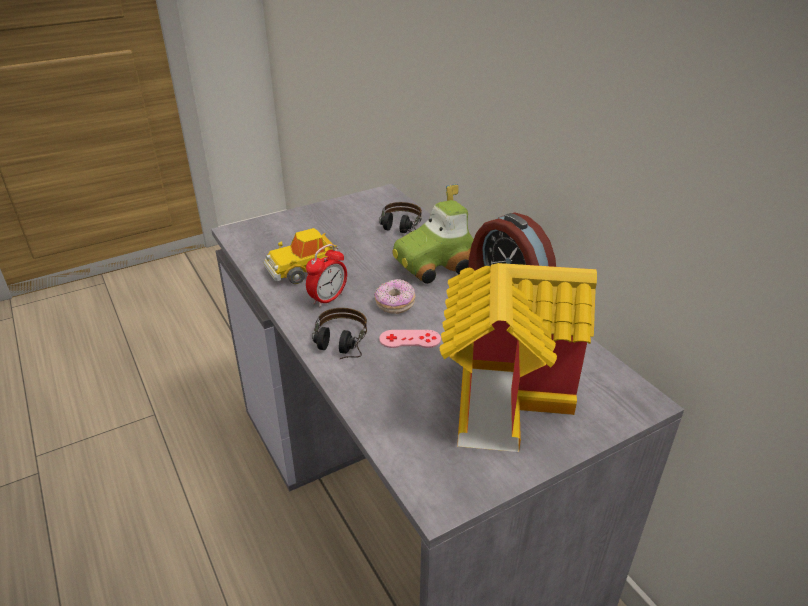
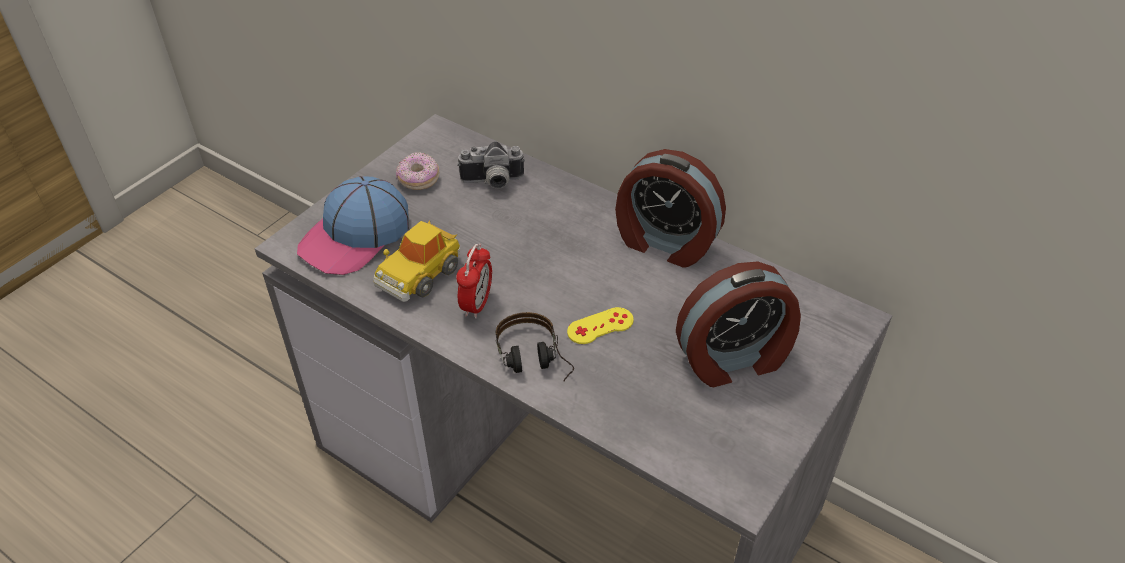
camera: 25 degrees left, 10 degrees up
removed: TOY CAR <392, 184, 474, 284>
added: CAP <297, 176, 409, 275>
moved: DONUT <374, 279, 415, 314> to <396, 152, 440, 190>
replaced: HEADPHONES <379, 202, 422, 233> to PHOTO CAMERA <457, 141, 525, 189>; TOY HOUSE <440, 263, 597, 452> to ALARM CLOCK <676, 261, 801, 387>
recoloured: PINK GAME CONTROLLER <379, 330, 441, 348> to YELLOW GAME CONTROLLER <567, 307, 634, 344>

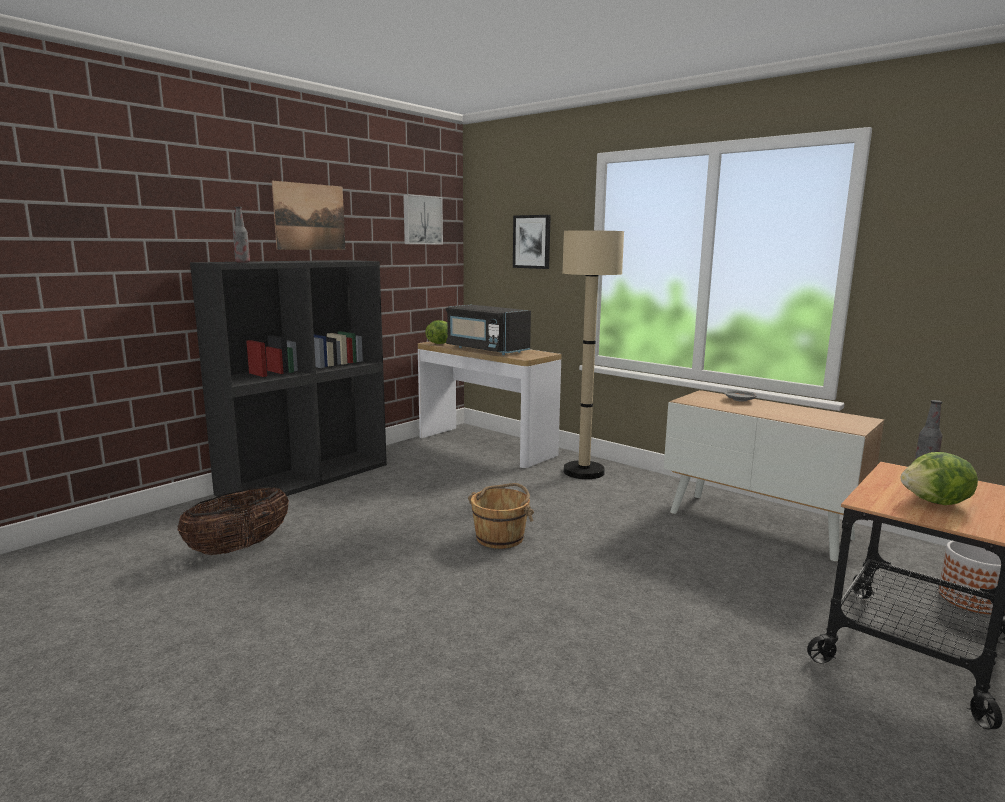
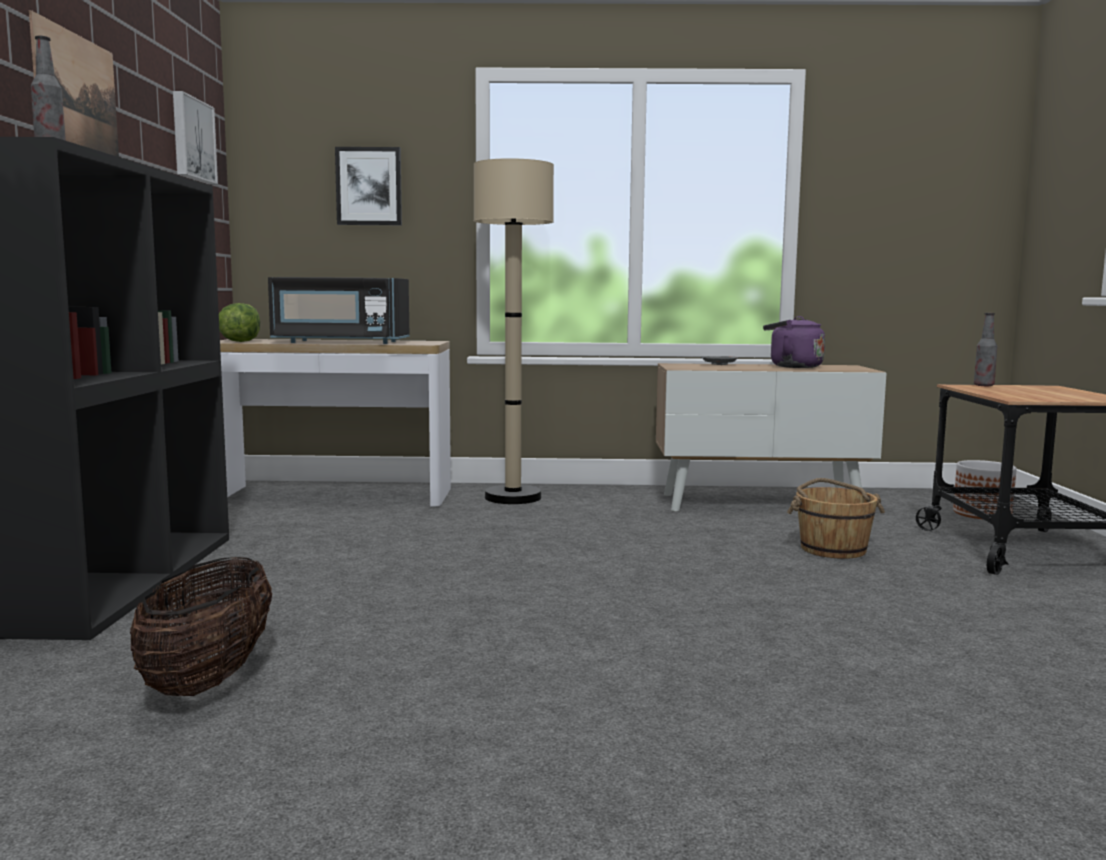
camera: 40 degrees left, 5 degrees down
removed: LETTUCE <900, 452, 978, 505>
added: PURPLE KETTLE <763, 316, 825, 368>
moved: BROWN BUCKET <468, 483, 534, 549> to <787, 478, 885, 559>

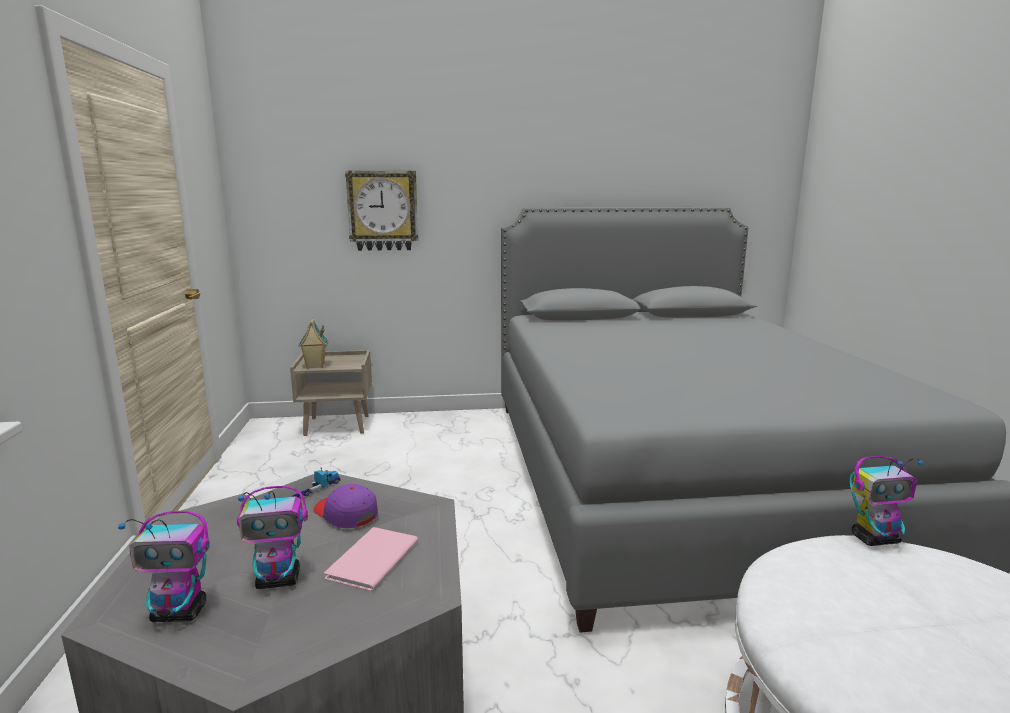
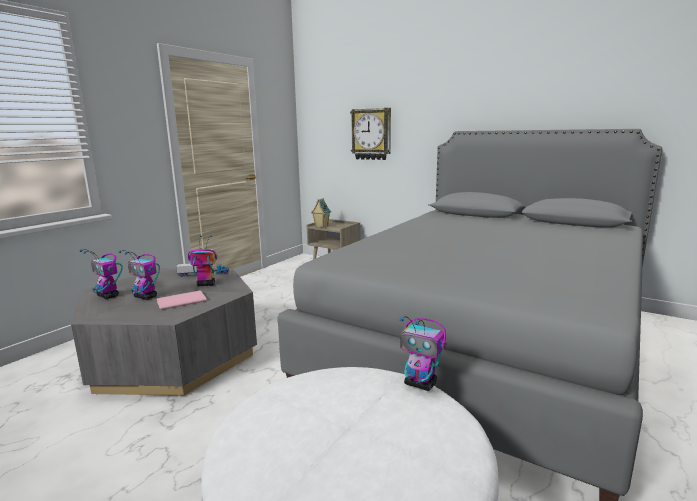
camera: 40 degrees right, 0 degrees up
replaced: PURPLE CAP <314, 484, 378, 528> to TOY ROBOT <188, 235, 217, 286>

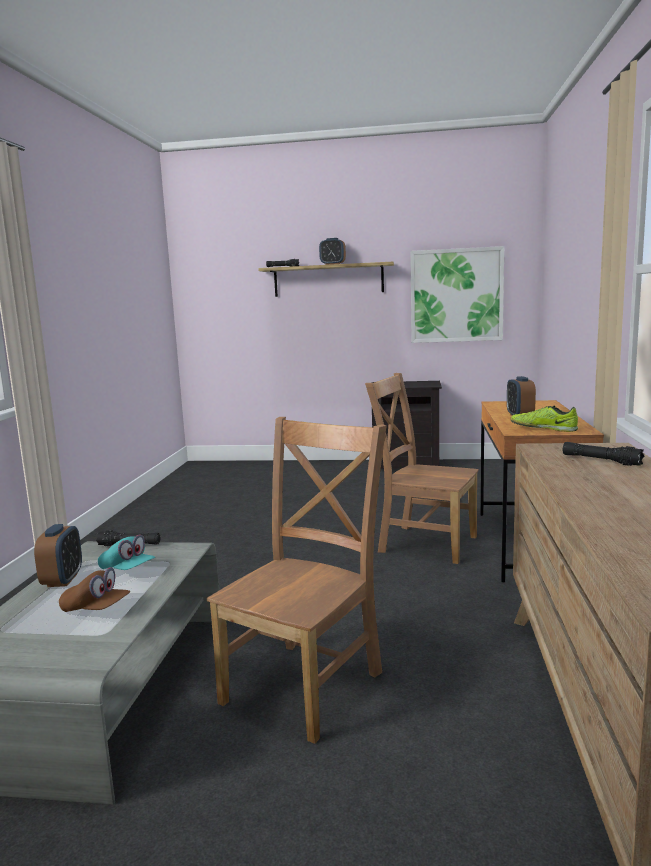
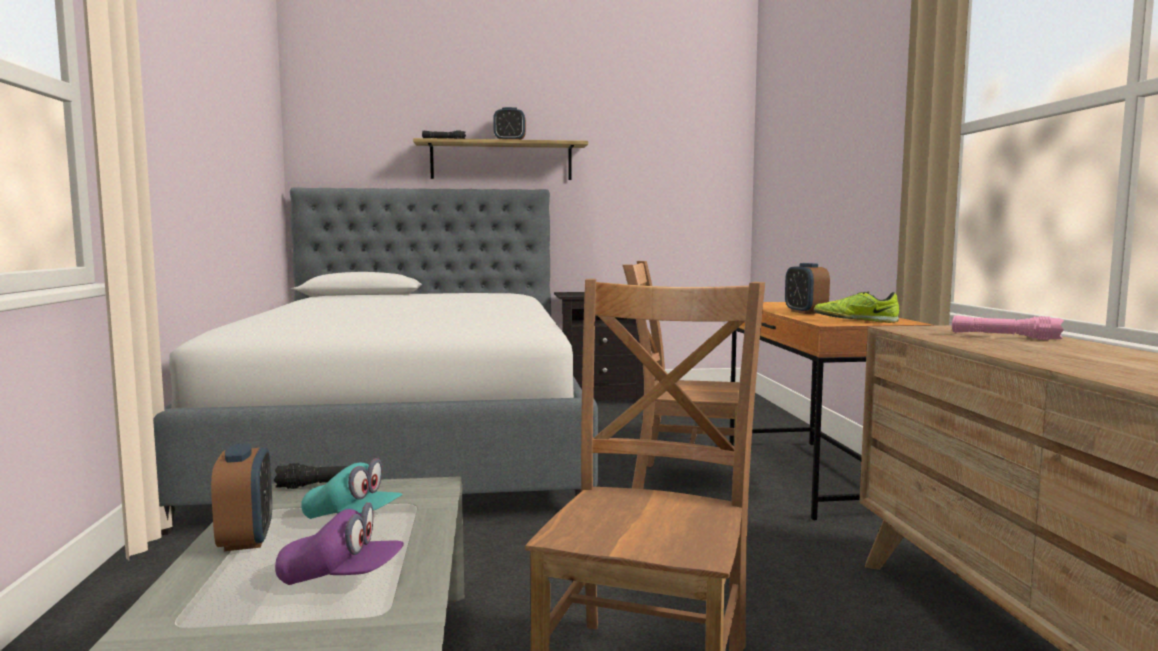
camera: 15 degrees left, 5 degrees down
removed: PICTURE <410, 246, 504, 343>
added: BED <153, 187, 598, 535>
recoloured: BROWN CAP <59, 567, 130, 612> to PURPLE CAP <275, 502, 404, 585>; BLACK FLASHLIGHT <563, 442, 645, 466> to PINK FLASHLIGHT <952, 315, 1064, 340>

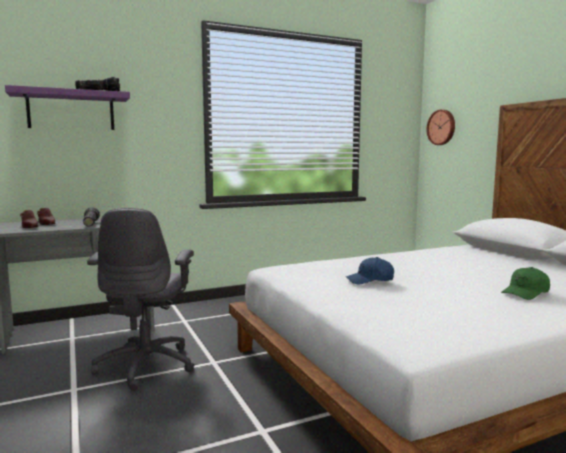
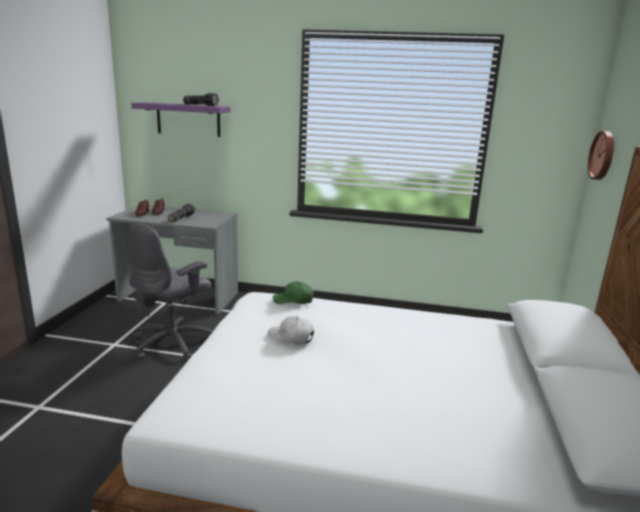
camera: 35 degrees right, 10 degrees up
moved: GREEN CAP <501, 267, 550, 300> to <273, 281, 314, 304>
recoloured: BLUE CAP <346, 257, 394, 284> to WHITE CAP <267, 316, 314, 345>

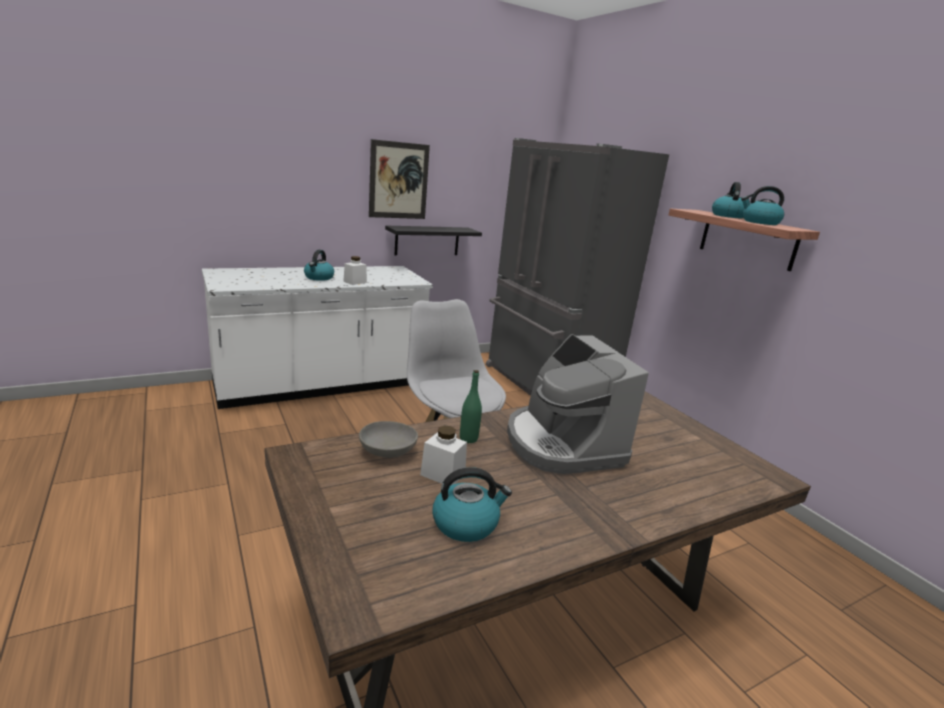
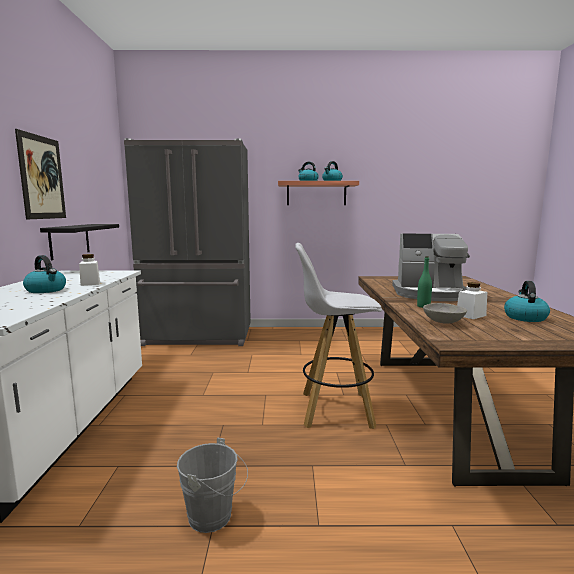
camera: 60 degrees left, 10 degrees down
added: GREY BUCKET <177, 438, 248, 533>

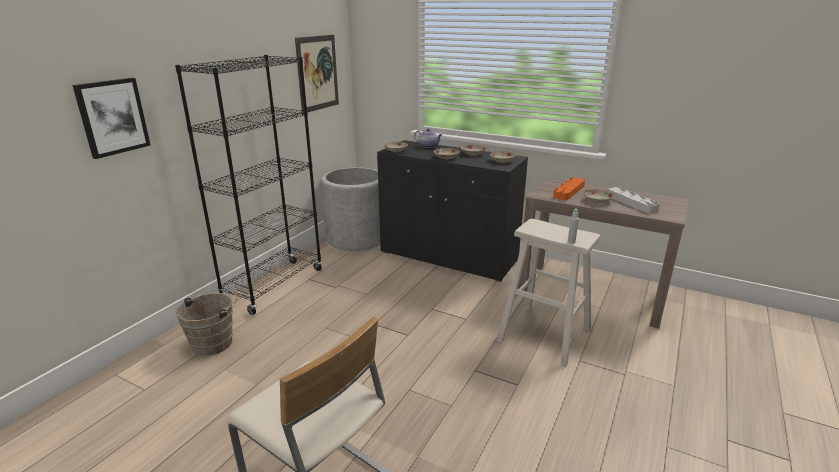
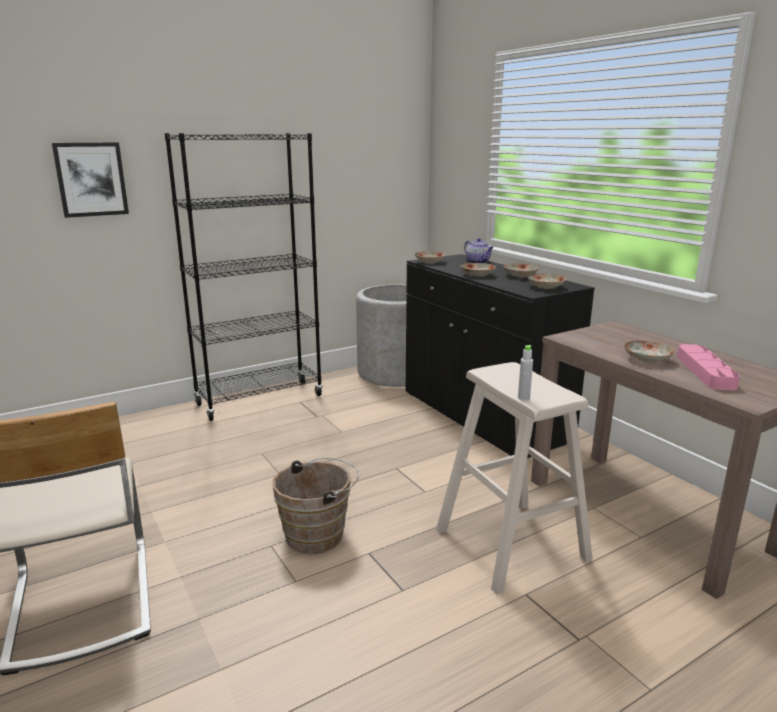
camera: 30 degrees right, 5 degrees down
removed: PICTURE <295, 35, 339, 114>; ORANGE TRAY <553, 177, 585, 200>
moved: BROWN BUCKET <176, 289, 237, 356> to <273, 458, 359, 554>
recoloured: GREY TRAY <608, 187, 660, 213> to PINK TRAY <677, 344, 740, 390>

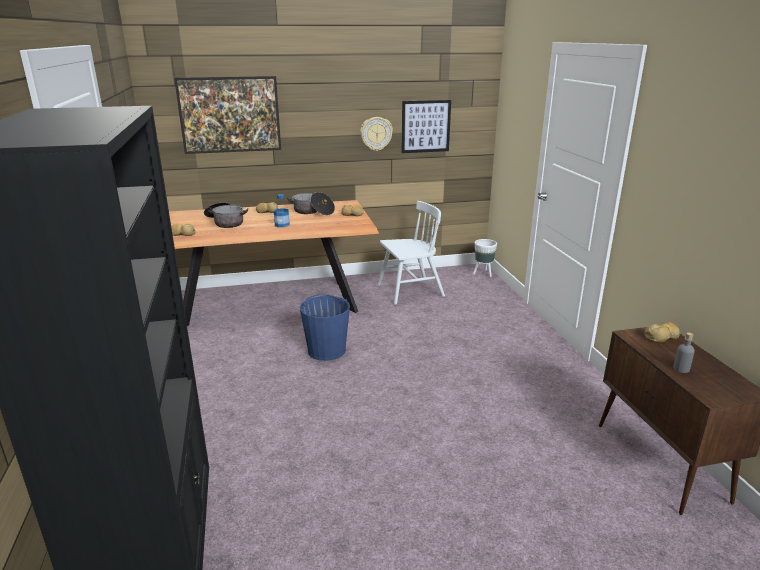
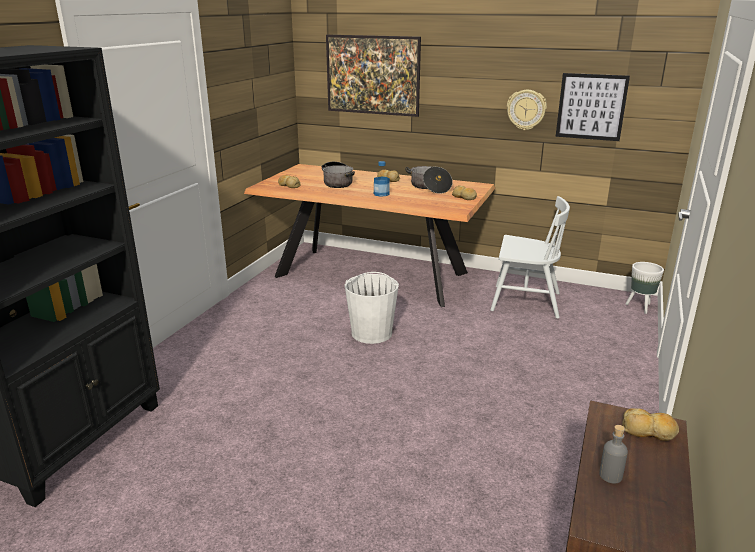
camera: 35 degrees right, 0 degrees up
recoloured: BLUE BUCKET <300, 294, 350, 361> to WHITE BUCKET <345, 272, 399, 344>

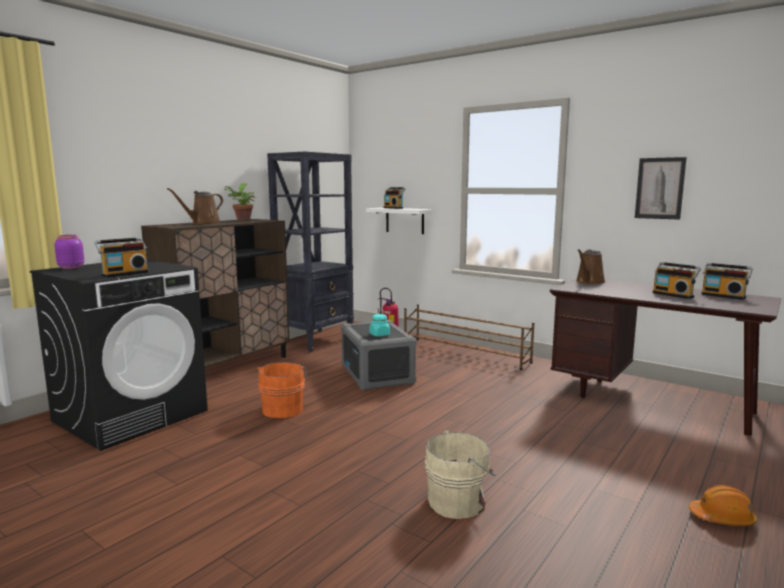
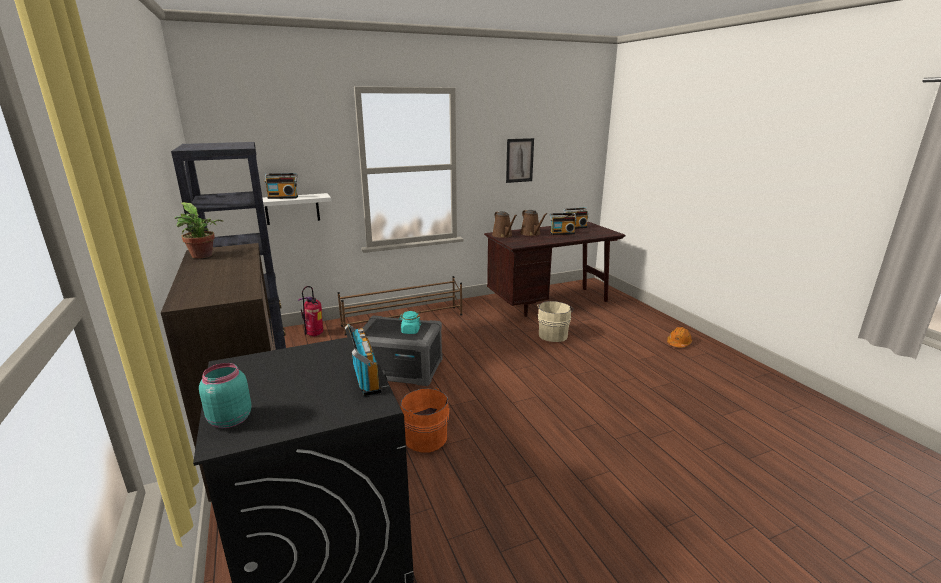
camera: 60 degrees left, 10 degrees up
moved: BROWN WATERING CAN <167, 188, 223, 225> to <520, 210, 548, 236>; BEIGE BUCKET <425, 429, 496, 519> to <537, 301, 573, 342>
recoloured: PURPLE JAR <55, 235, 84, 269> to TURQUOISE JAR <199, 363, 252, 428>

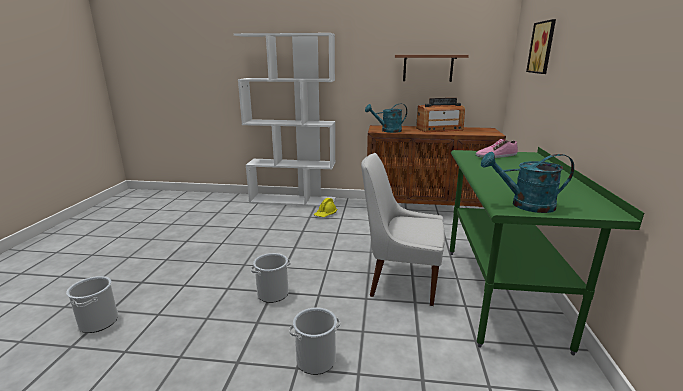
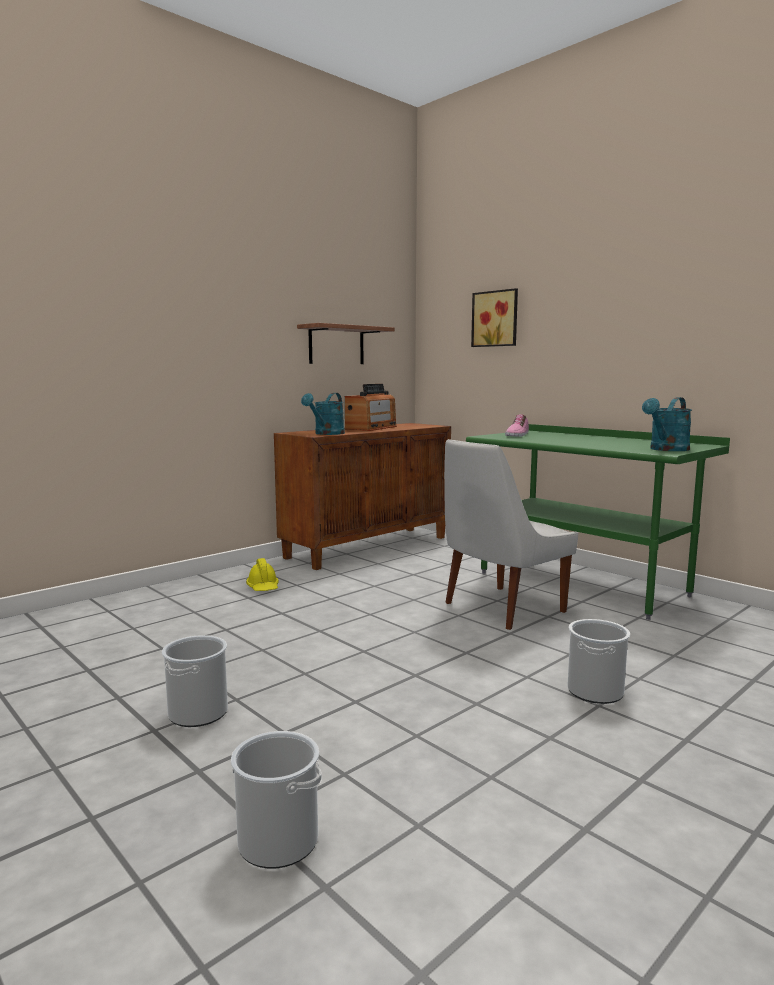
camera: 50 degrees left, 10 degrees down
removed: WHITE BOOKCASE <234, 33, 336, 206>
moved: BUCKET <251, 253, 291, 303> to <162, 635, 228, 727>

